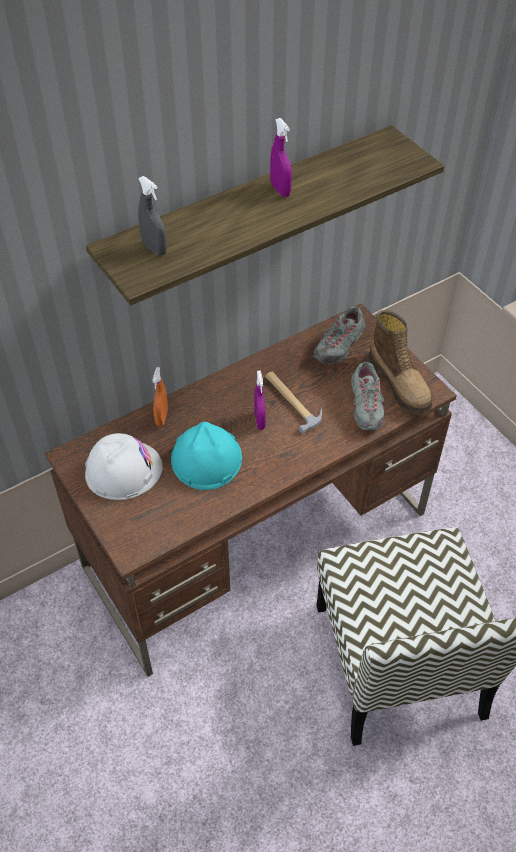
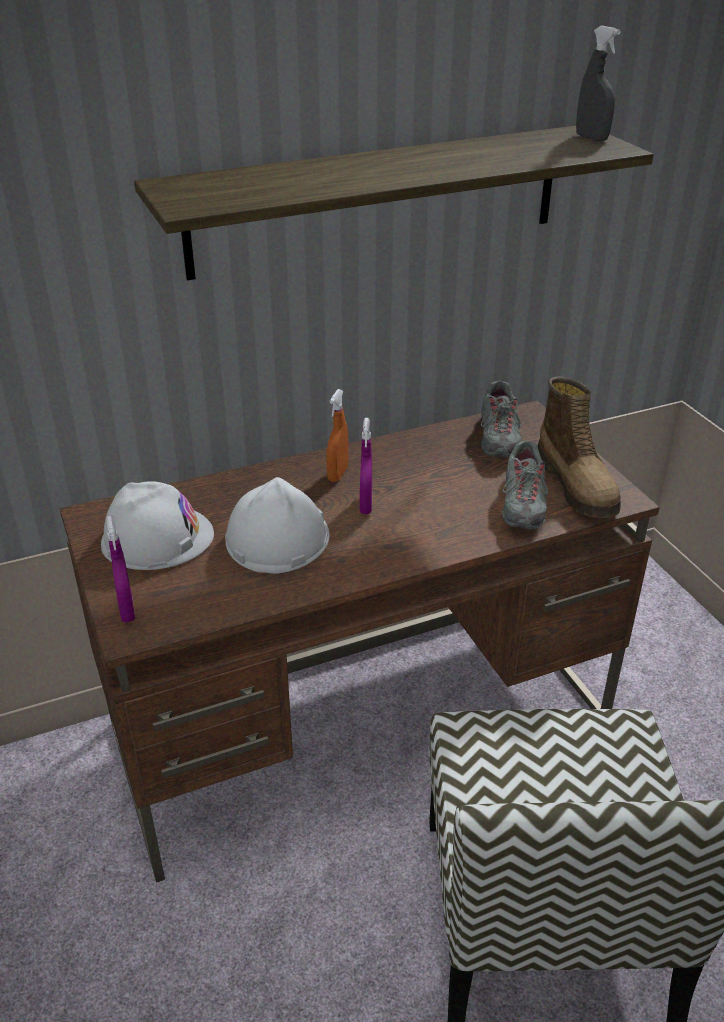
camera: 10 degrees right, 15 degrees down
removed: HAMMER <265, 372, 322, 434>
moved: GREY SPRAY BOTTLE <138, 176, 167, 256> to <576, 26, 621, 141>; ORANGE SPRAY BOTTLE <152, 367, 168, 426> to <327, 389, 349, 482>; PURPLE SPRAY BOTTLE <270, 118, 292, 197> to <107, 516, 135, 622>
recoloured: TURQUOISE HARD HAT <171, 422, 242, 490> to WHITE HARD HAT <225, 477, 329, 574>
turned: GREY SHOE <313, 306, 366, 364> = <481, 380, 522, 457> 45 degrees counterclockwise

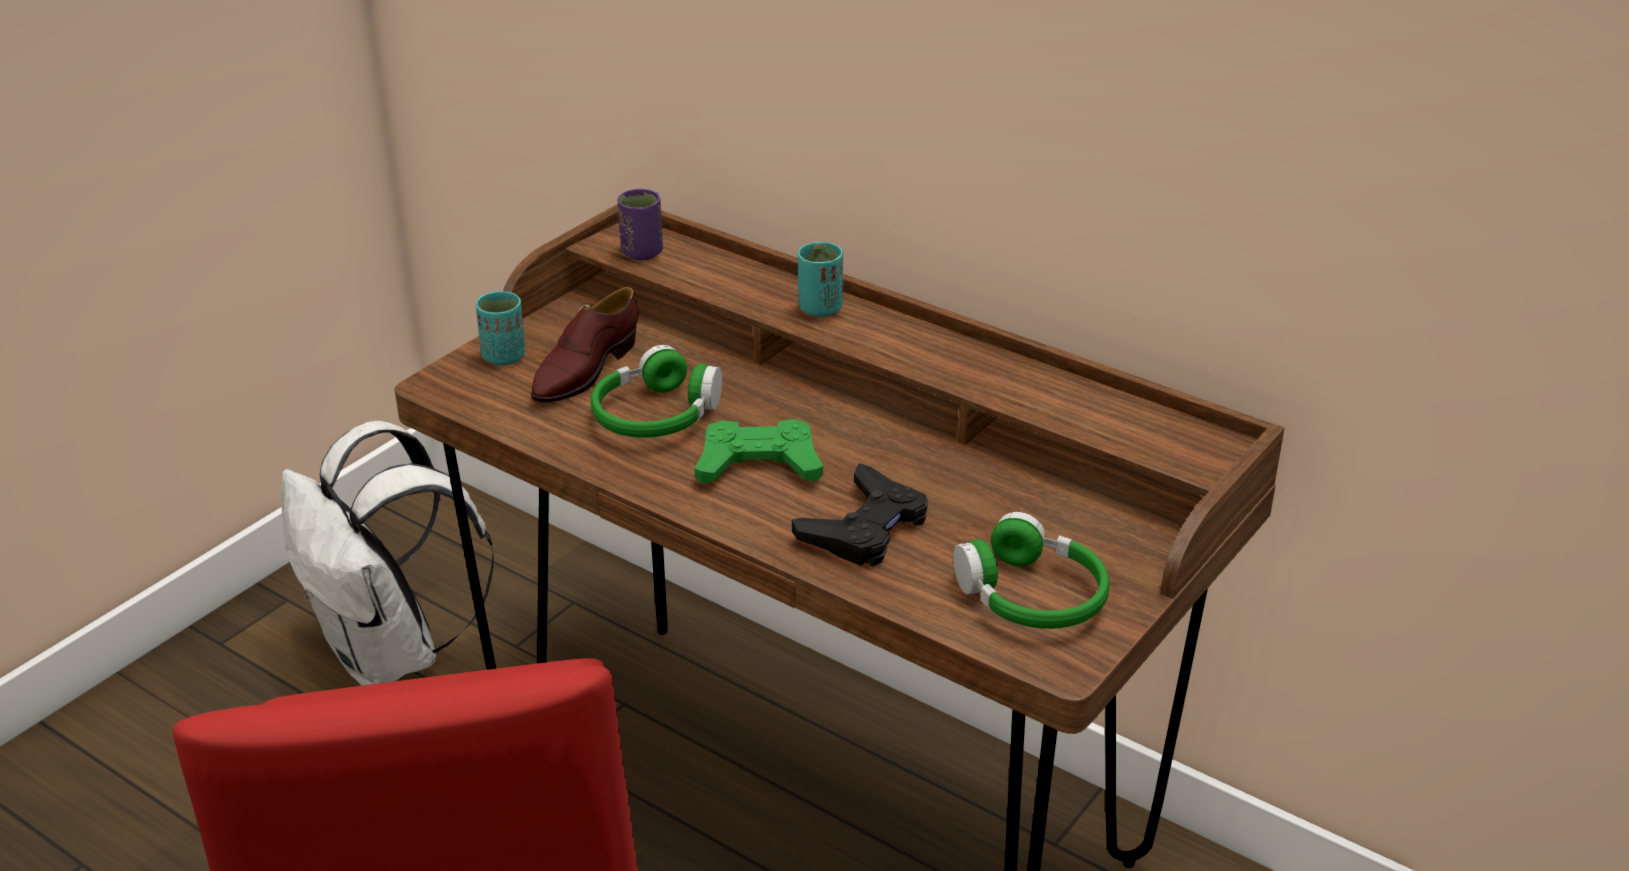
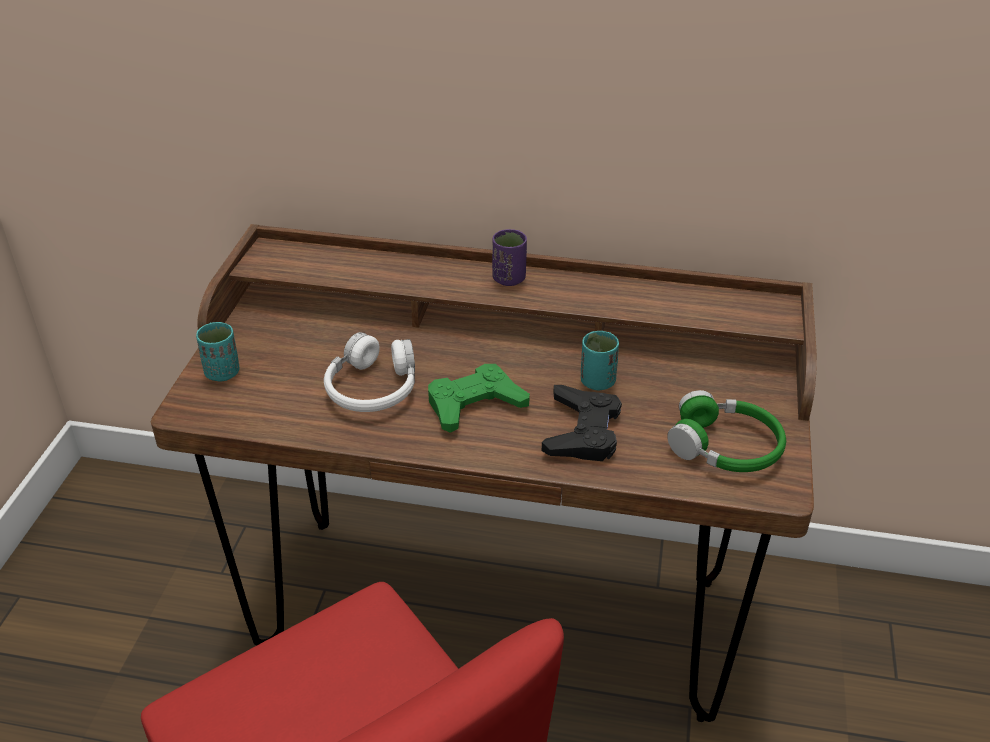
camera: 25 degrees left, 5 degrees up
removed: WHITE BACKPACK <281, 421, 495, 686>; BROWN SHOE <530, 287, 639, 403>
moved: PURPLE CUP <618, 189, 663, 260> to <492, 229, 527, 286>; TURQUOISE CUP <798, 242, 843, 317> to <581, 331, 619, 390>
recoloured: GREEN HEADPHONES <590, 345, 722, 438> to WHITE HEADPHONES <324, 332, 415, 412>

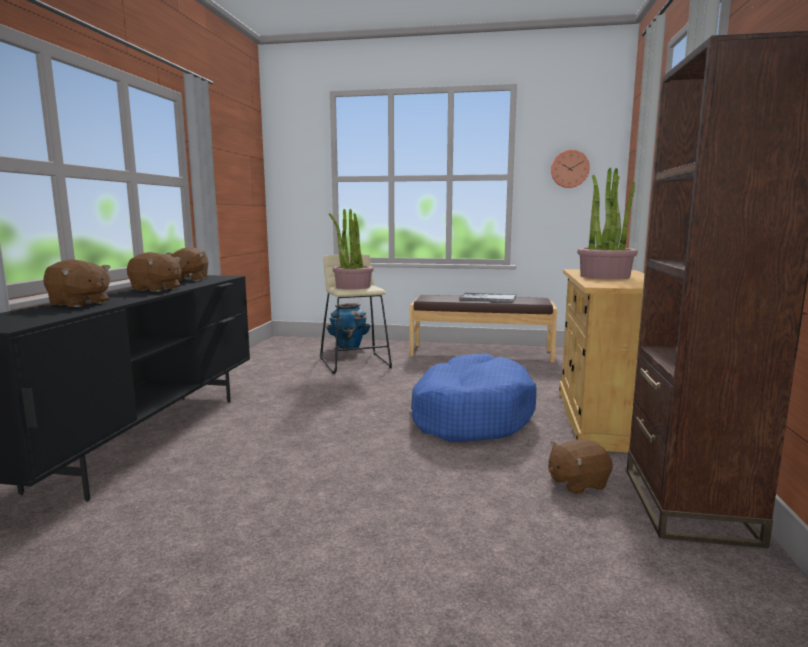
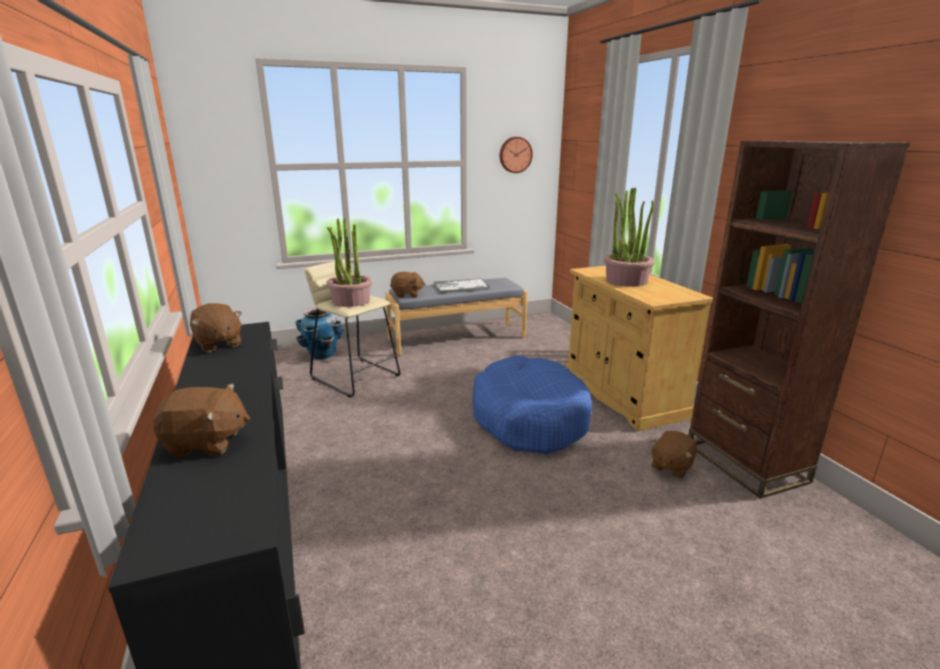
camera: 30 degrees left, 10 degrees up
moved: BROWN PLUSH TOY <127, 252, 181, 292> to <390, 272, 425, 298>
recoloured: BROWN BENCH <410, 295, 557, 362> to GREY BENCH <385, 278, 528, 355>

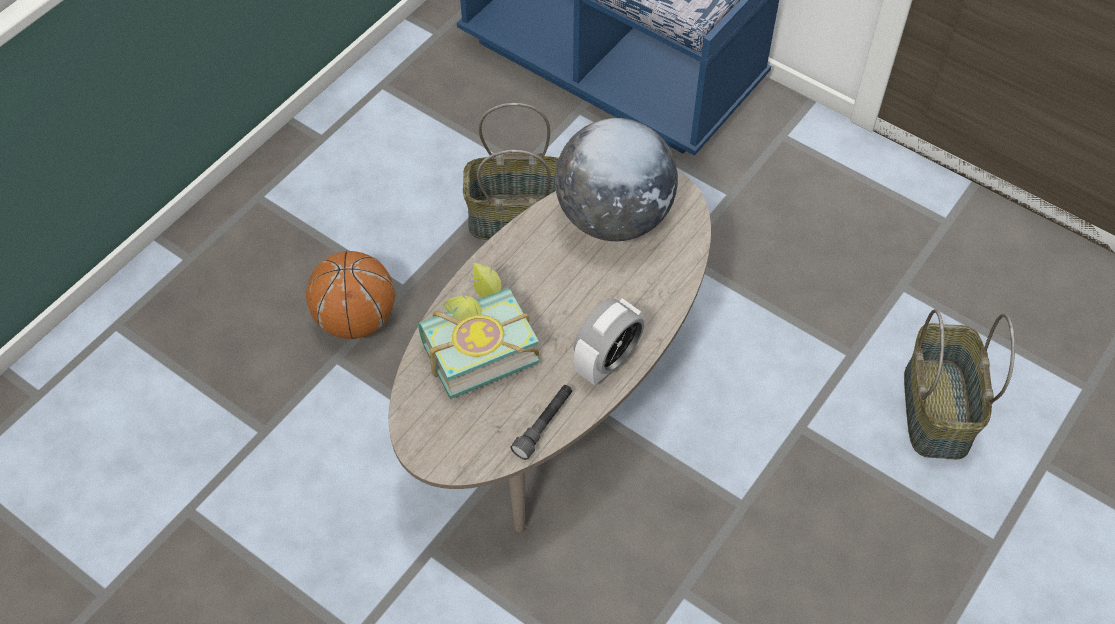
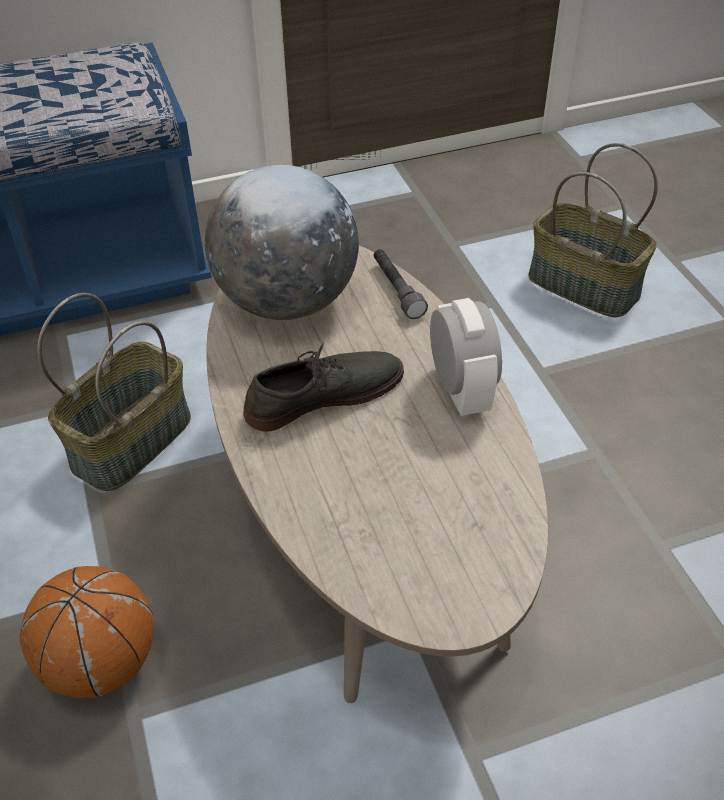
camera: 55 degrees left, 10 degrees down
removed: BOOK <418, 263, 539, 399>
added: GREY SHOE <243, 343, 404, 432>
moved: GREY FLASHLIGHT <511, 385, 572, 460> to <373, 249, 428, 319>

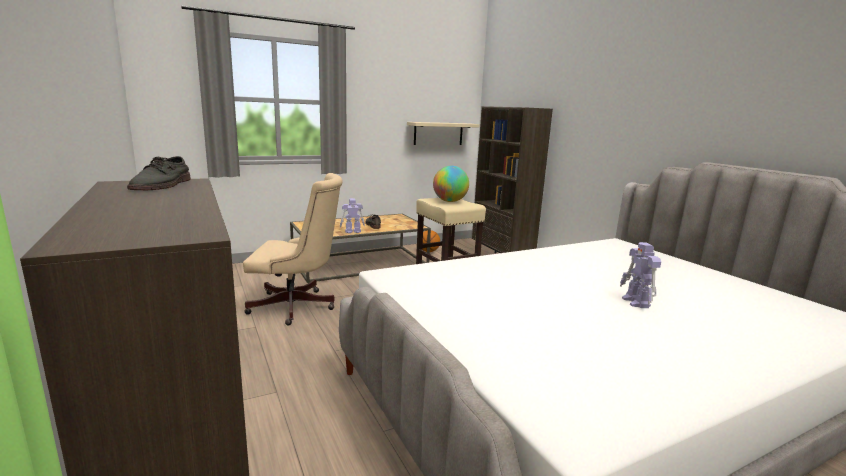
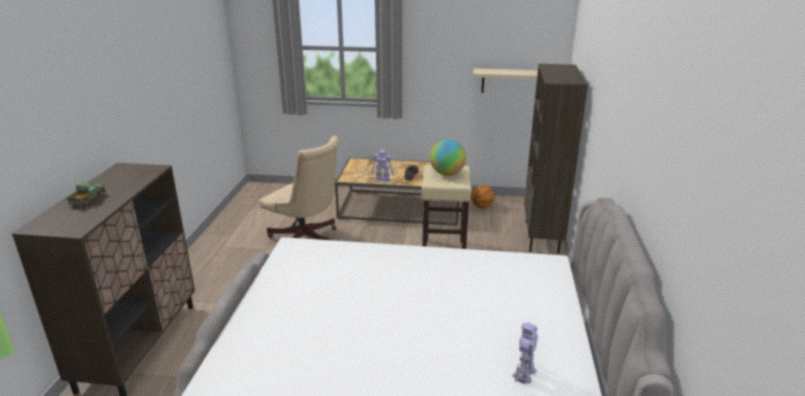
camera: 35 degrees right, 10 degrees up
removed: GREY SHOE <127, 156, 191, 190>
added: TOY TRUCK <67, 183, 106, 205>
moved: TOY ROBOT <620, 242, 661, 308> to <513, 322, 538, 384>

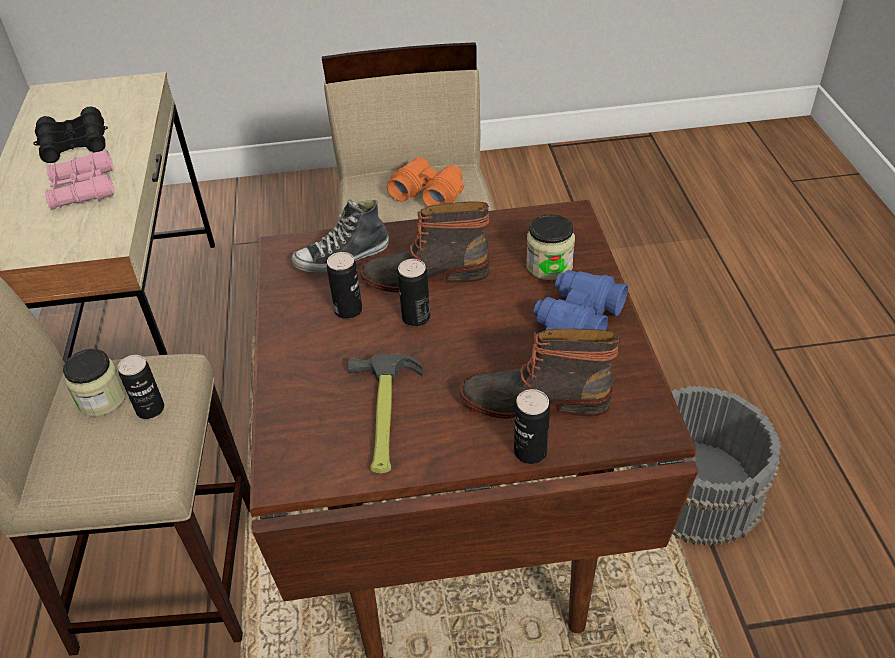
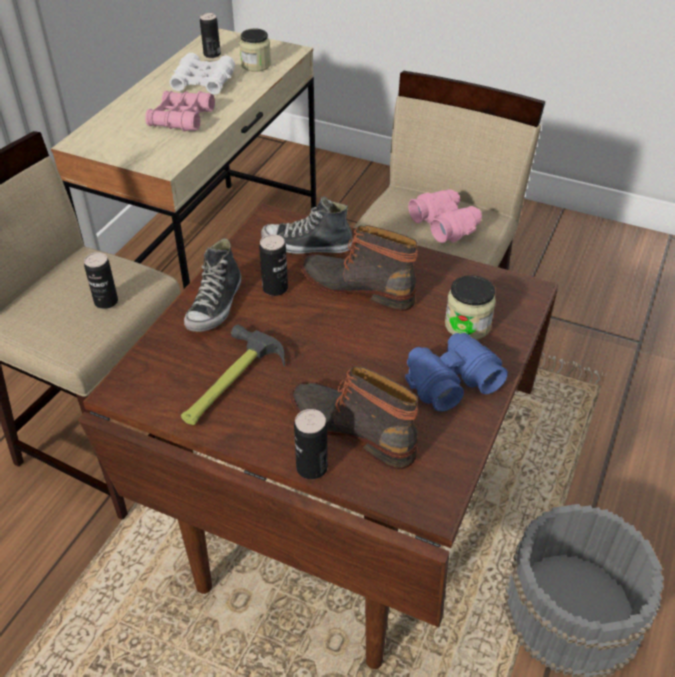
camera: 30 degrees right, 0 degrees up
added: SHOE <184, 238, 241, 332>
moved: JAR <63, 349, 126, 417> to <239, 29, 271, 72>; CAN <397, 259, 430, 326> to <200, 13, 221, 58>
recoloured: BLACK BINOCULARS <34, 107, 108, 163> to WHITE BINOCULARS <170, 53, 235, 95>; ORANGE BINOCULARS <387, 157, 464, 209> to PINK BINOCULARS <408, 189, 482, 243>

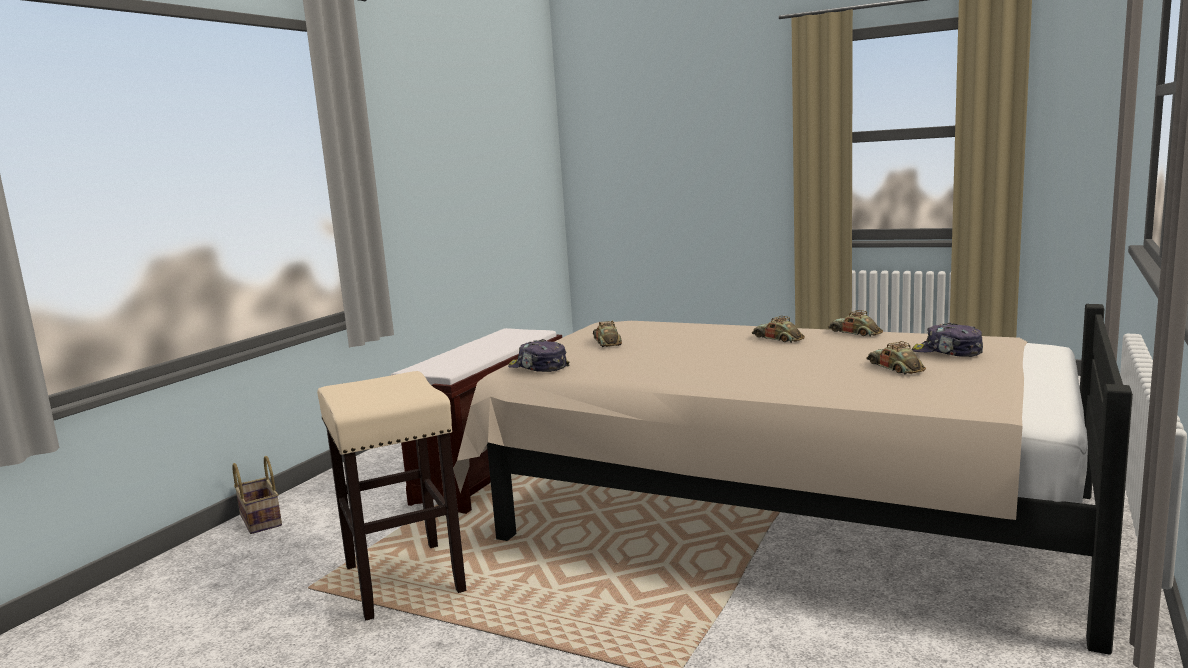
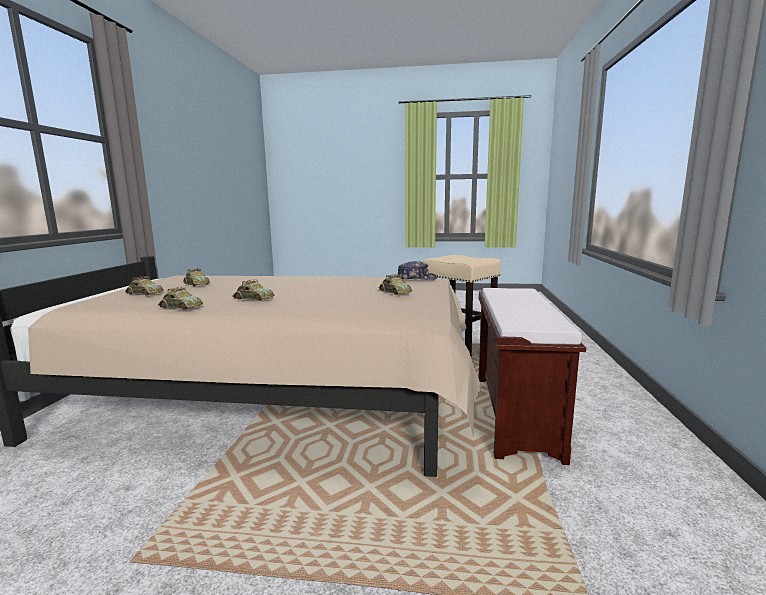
camera: 160 degrees right, 0 degrees up
removed: BASKET <232, 456, 282, 534>
replaced: CAP <911, 323, 983, 357> to TOY CAR <125, 276, 164, 295>

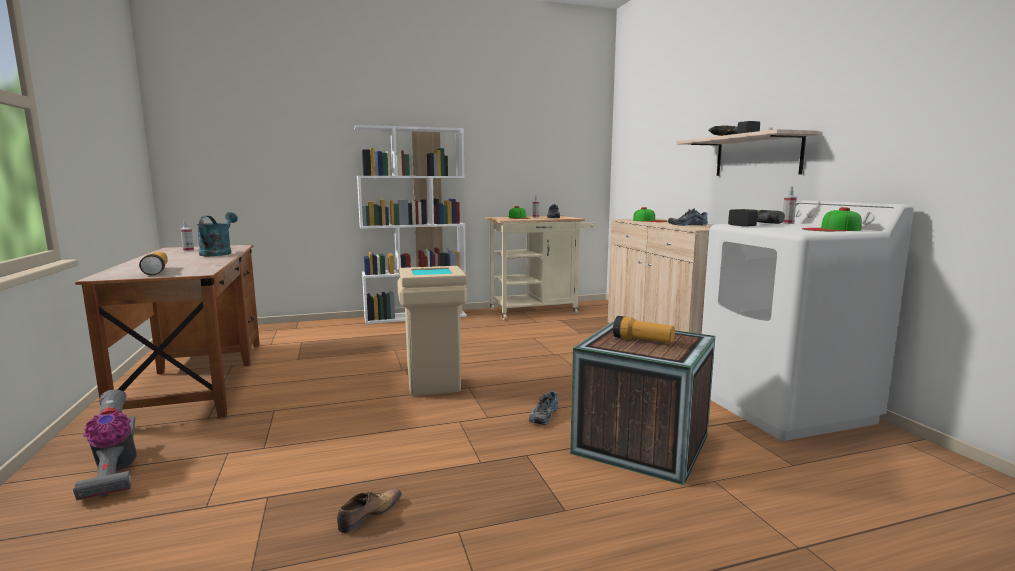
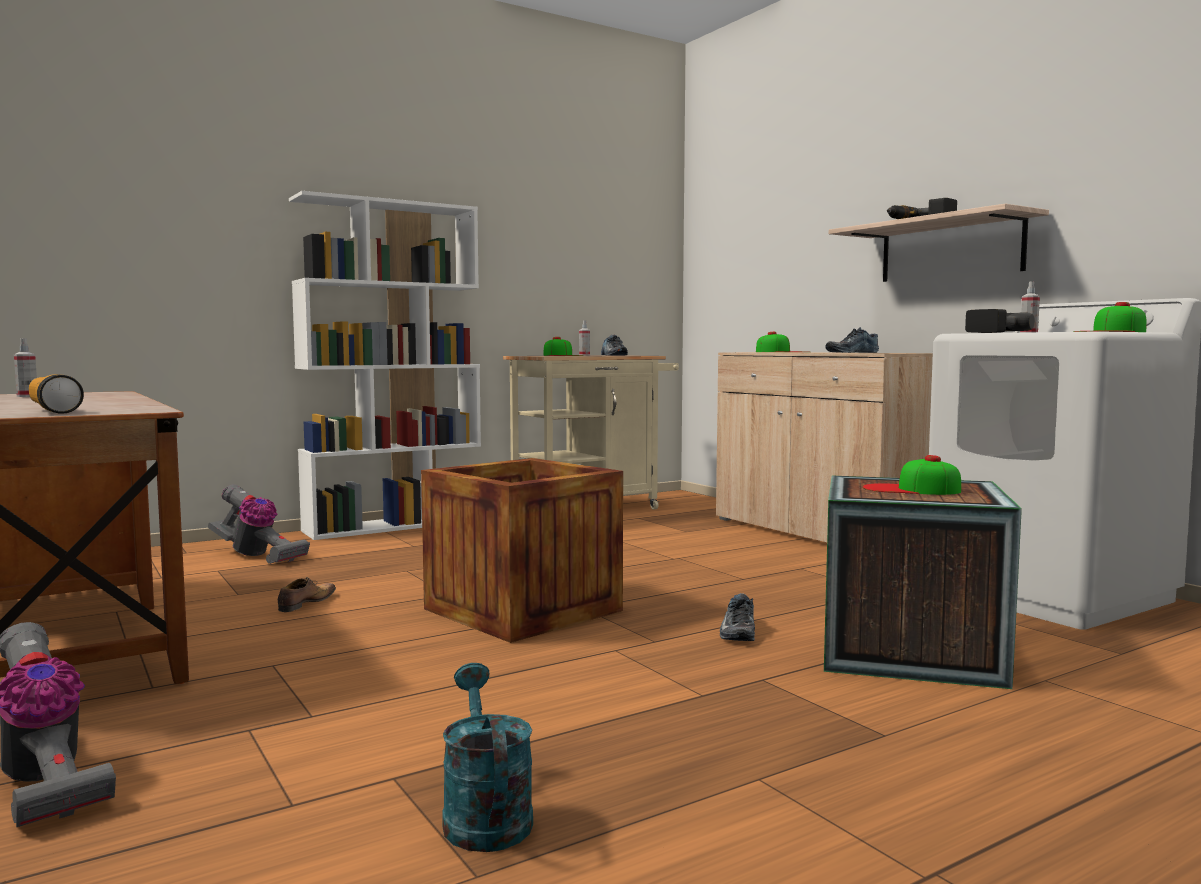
camera: 15 degrees left, 5 degrees down
added: VACUUM CLEANER <208, 484, 310, 564>
moved: TURQUOISE WATERING CAN <197, 212, 238, 256> to <443, 663, 533, 852>; SHOE <337, 488, 402, 533> to <278, 577, 336, 612>
replaced: BEIGE TRASH CAN <397, 266, 467, 396> to CRATE <421, 458, 623, 643>; FLASHLIGHT <613, 316, 675, 343> to CAP <863, 455, 961, 495>

